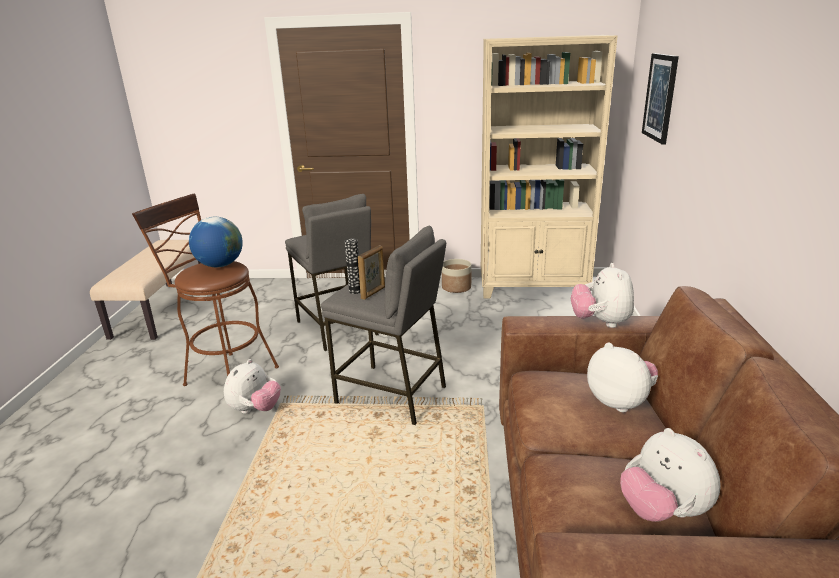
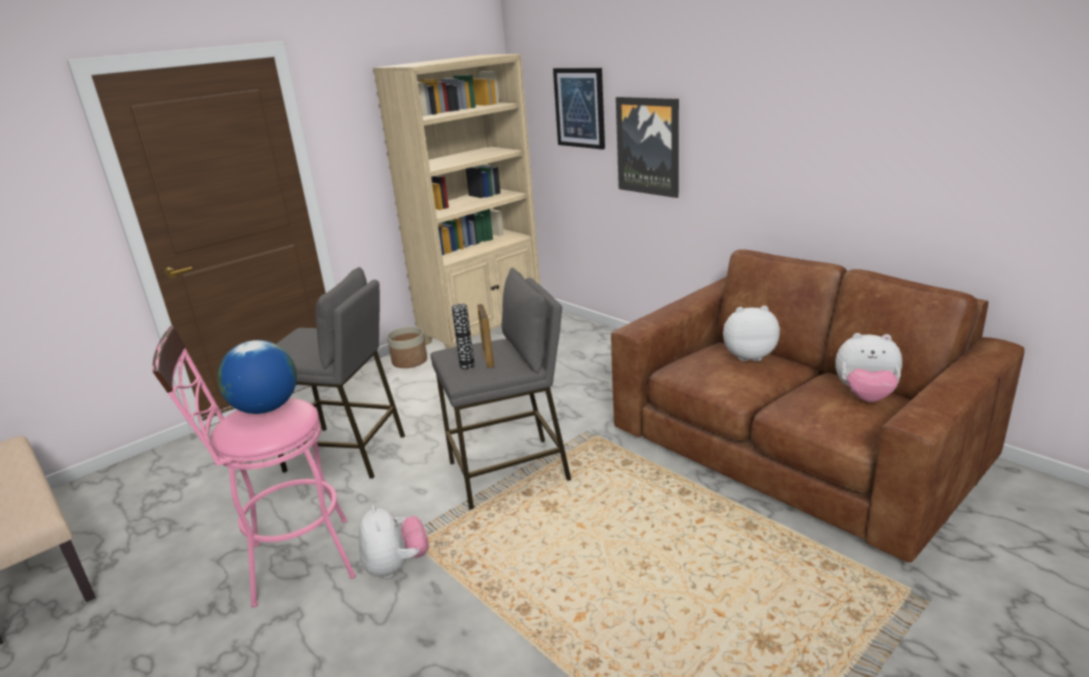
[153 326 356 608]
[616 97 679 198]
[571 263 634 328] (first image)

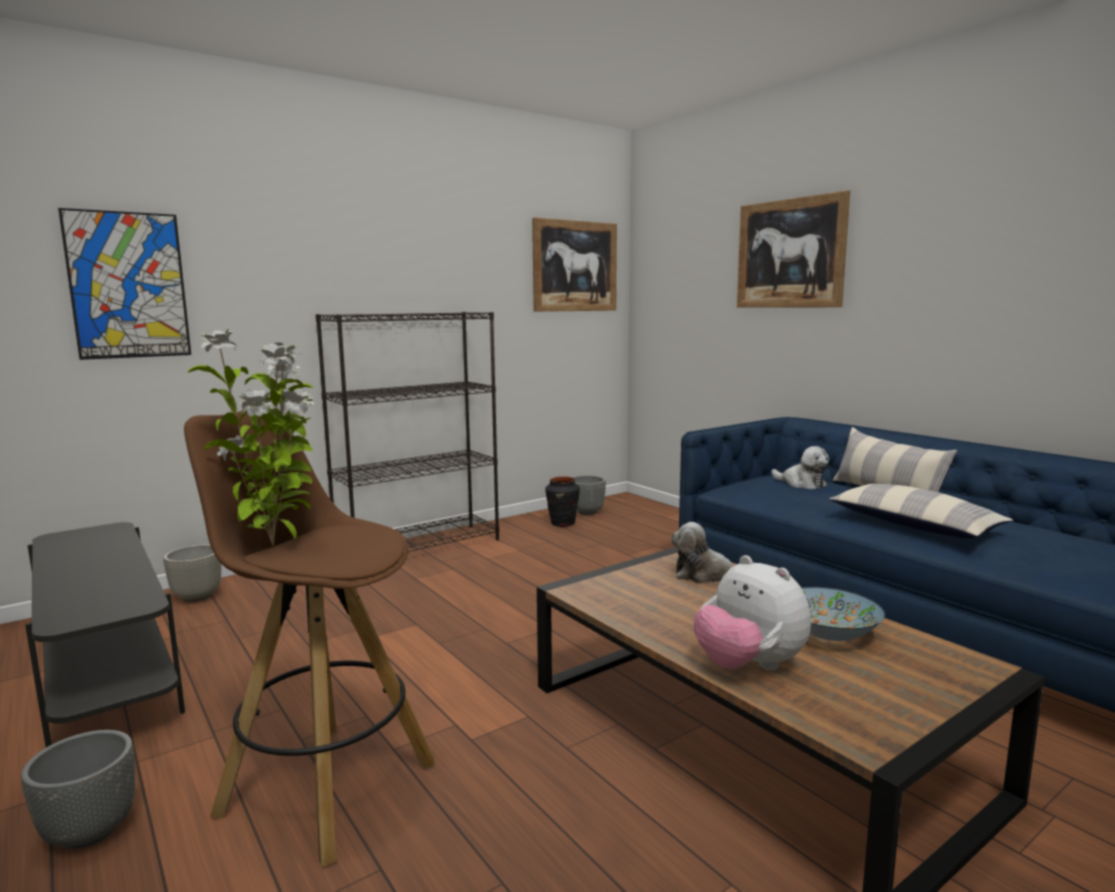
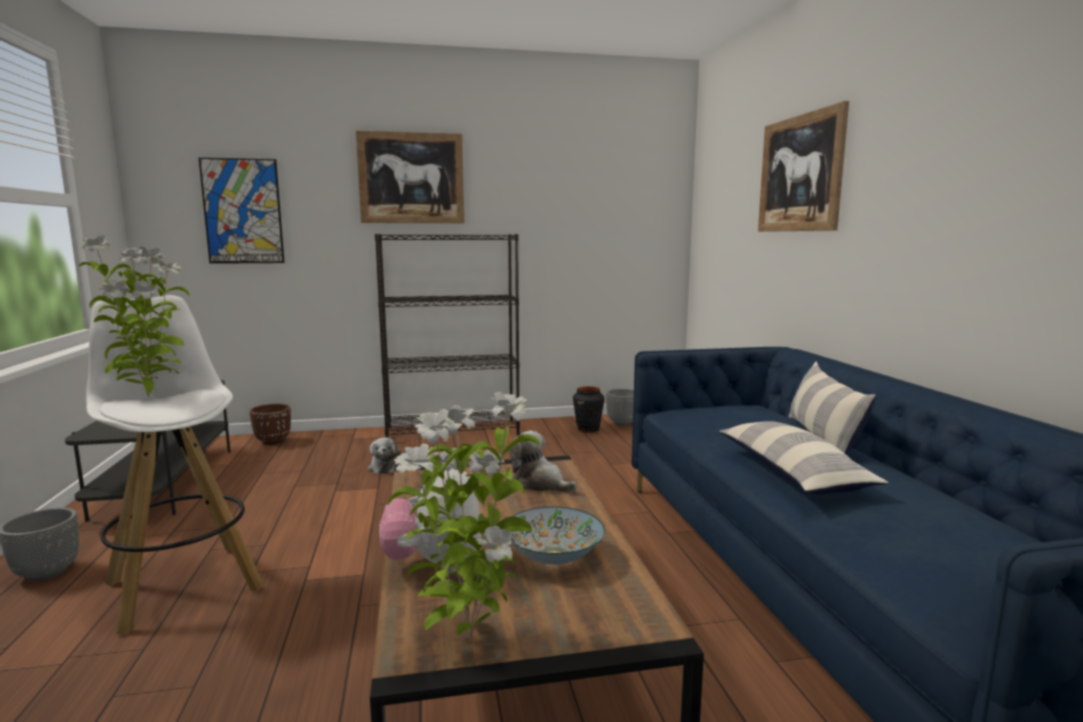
[86 295 264 635]
[250 404 291 445]
[356 130 464 223]
[368 437 402 474]
[388 392 541 641]

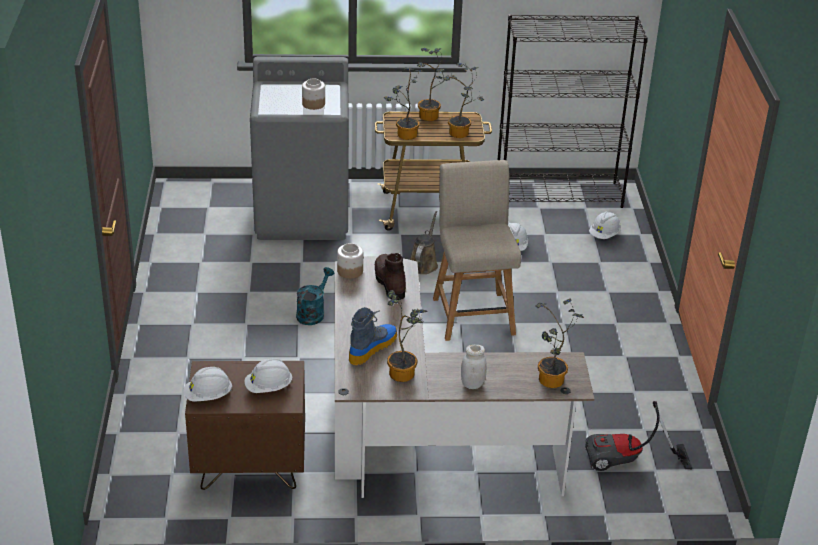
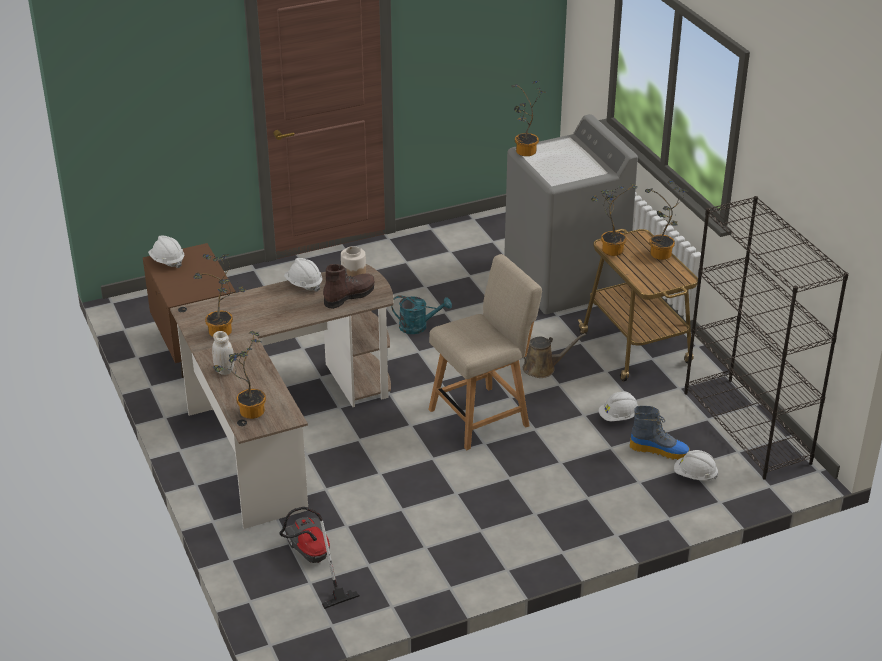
[284 258 323 292]
[511 81 546 156]
[629 406 690 460]
[302 78 325 110] (first image)

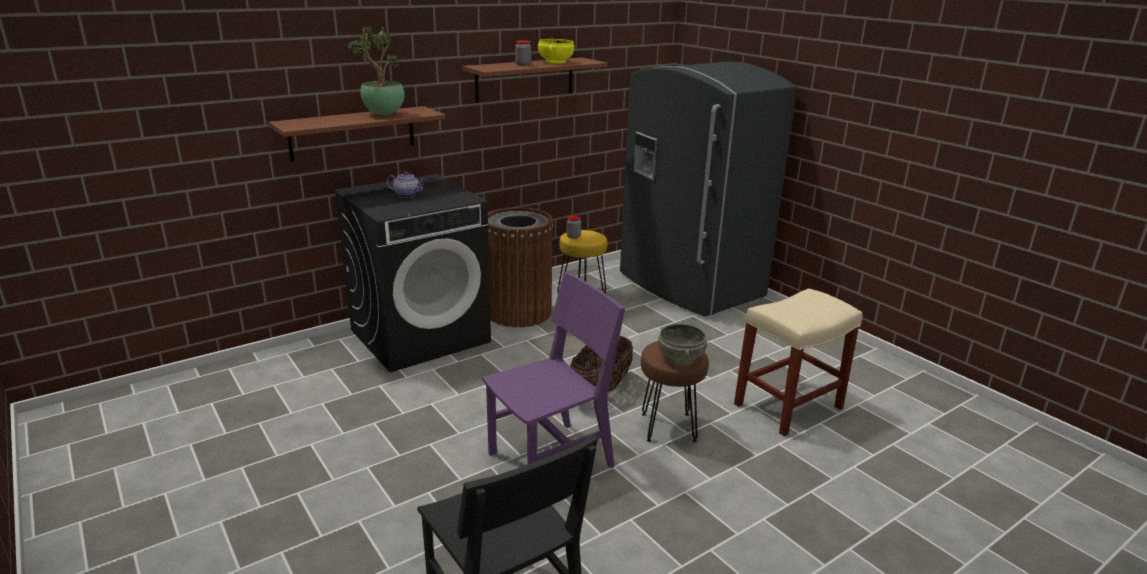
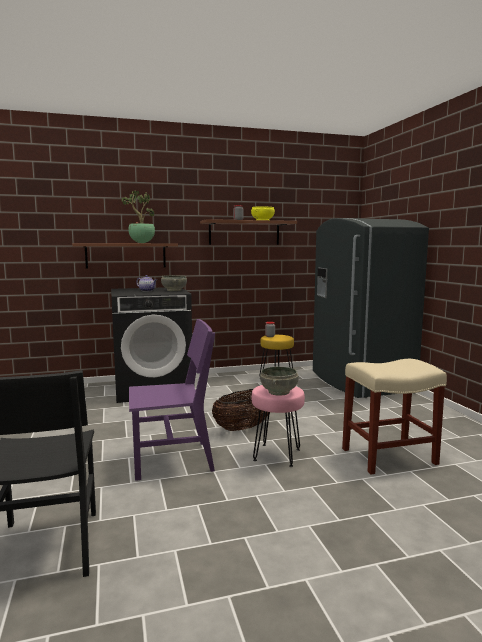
[161 275 187 291]
[252 385 305 467]
[487 207 553 327] (first image)

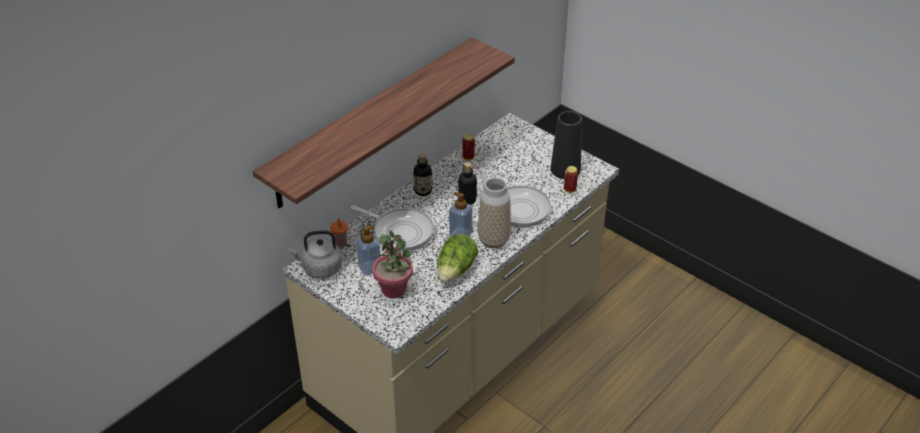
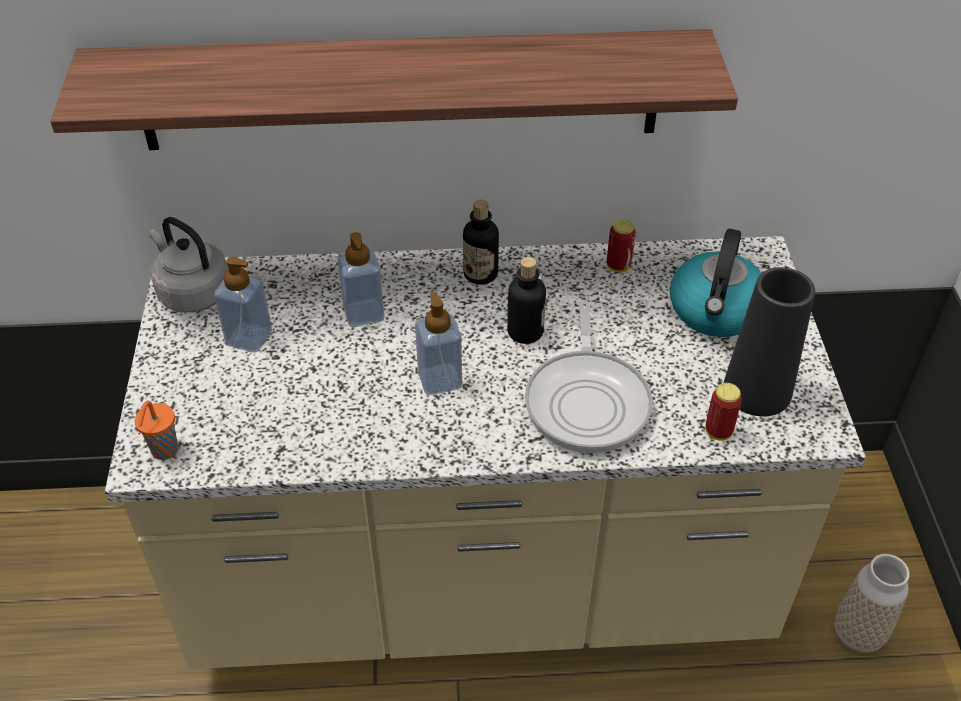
[135 401 178 460]
[337 232 385 327]
[670 229 761 337]
[835 554 910 653]
[372 230 413 299] (first image)
[437 234 478 283] (first image)

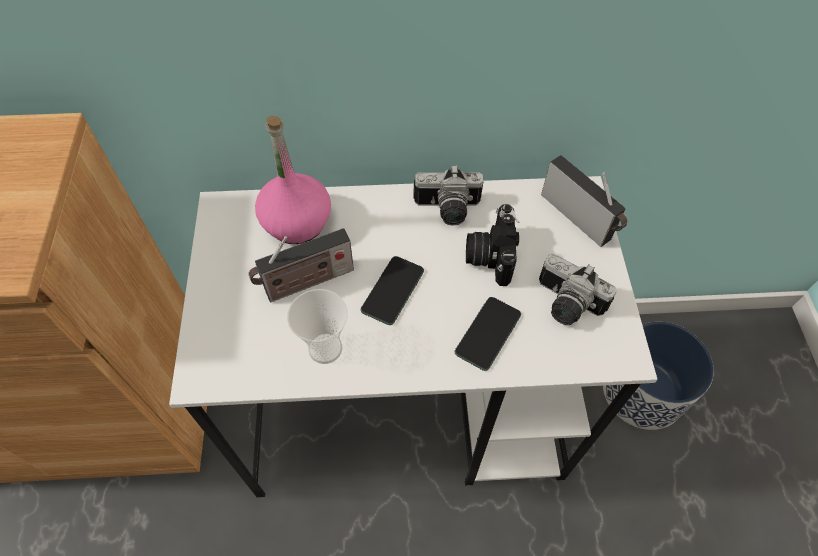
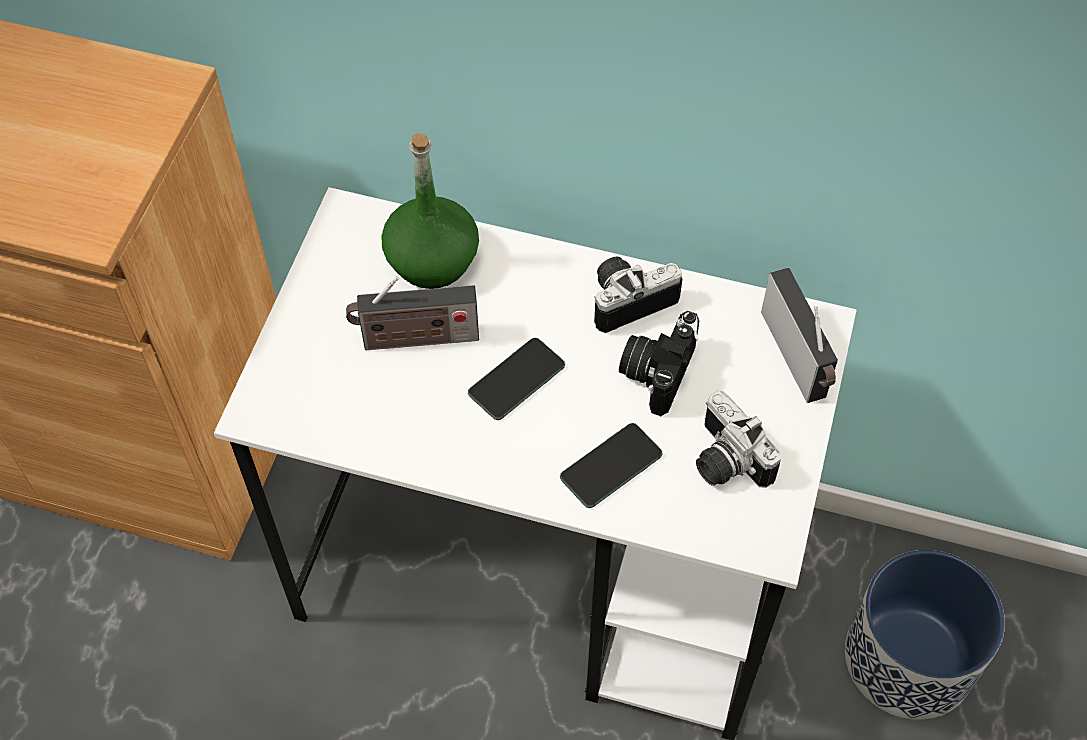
[381 133 479 289]
[594 257 683 333]
[287 289 348 364] (first image)

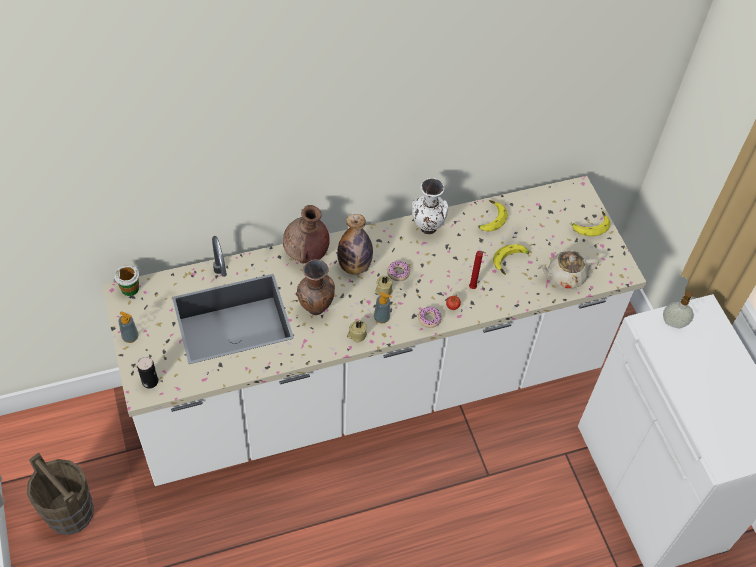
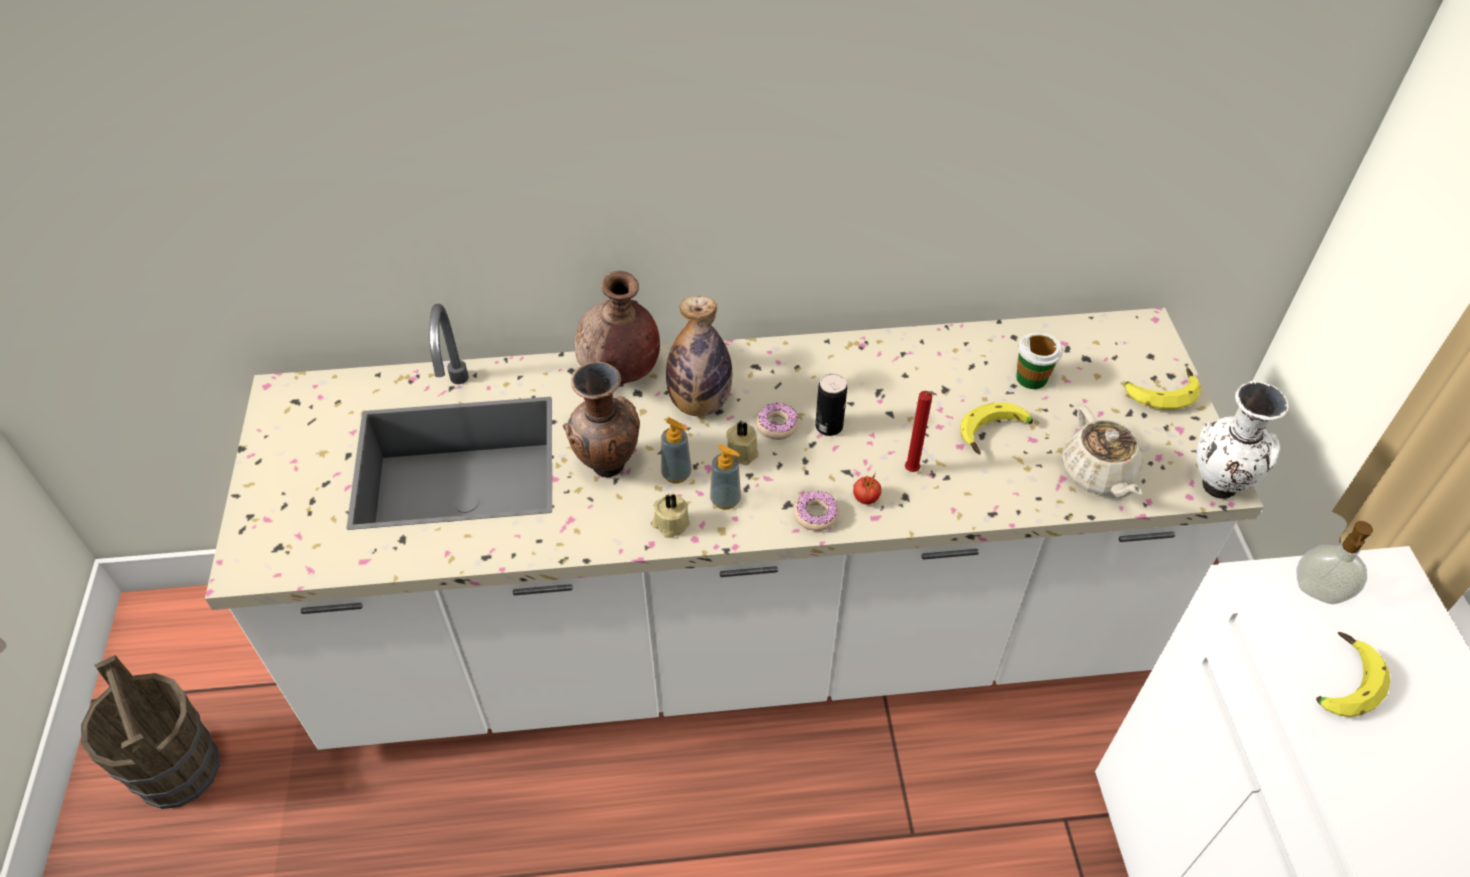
[661 418 691 483]
[815 373 847 436]
[1016 332 1063 389]
[1062 405 1143 498]
[1196 381 1288 499]
[1316 632 1391 717]

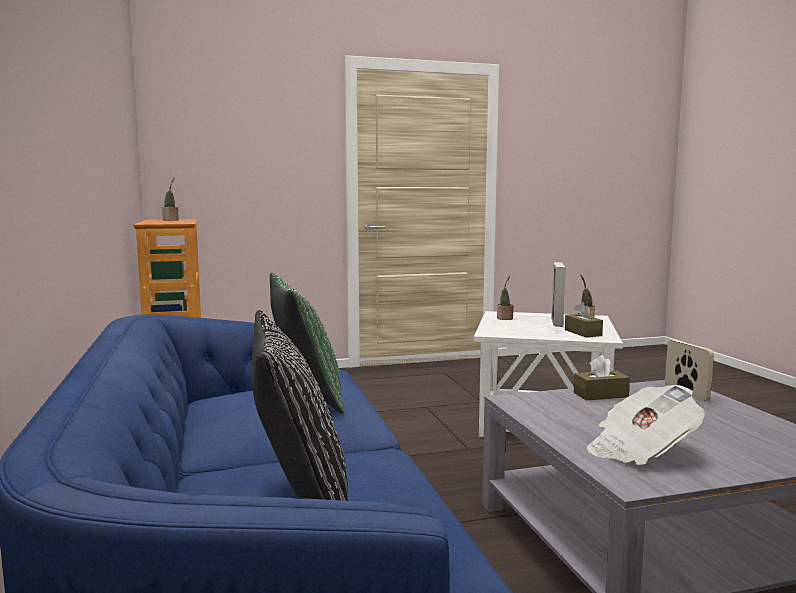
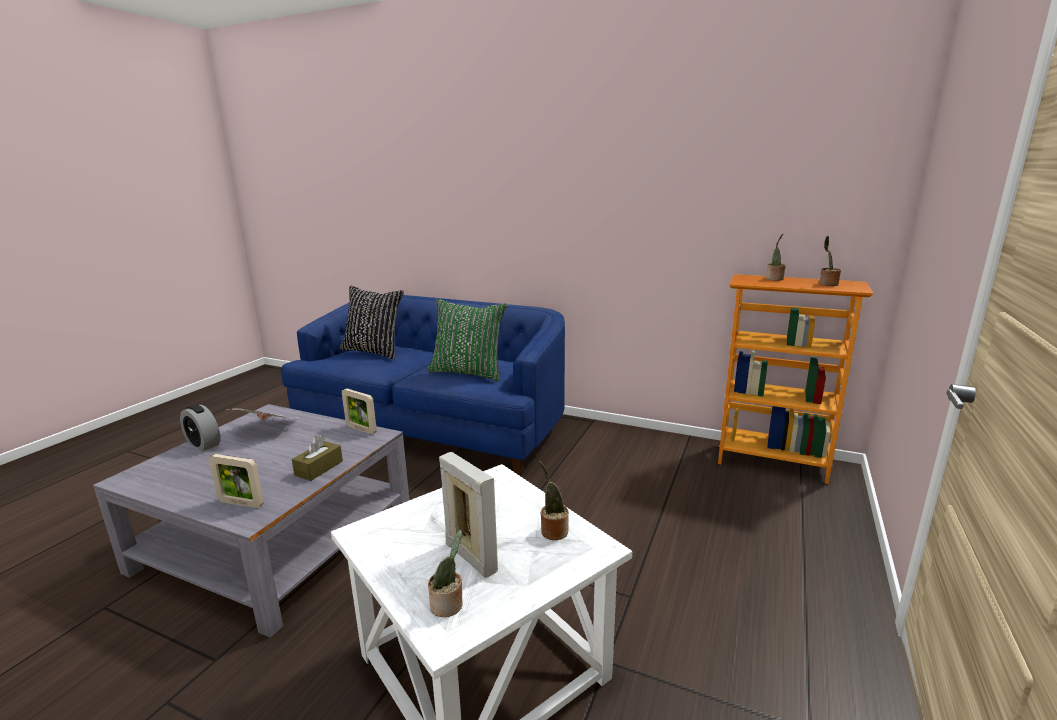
[180 404 220 451]
[342 388 377 435]
[766 234 786 281]
[565 302 603 337] (first image)

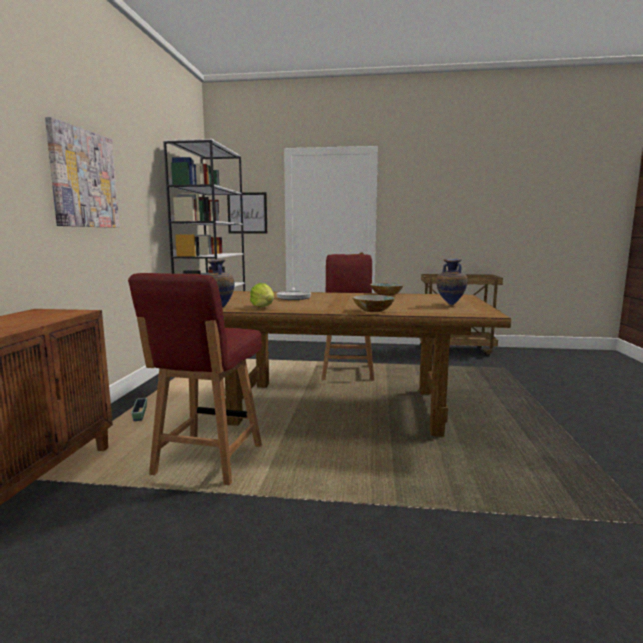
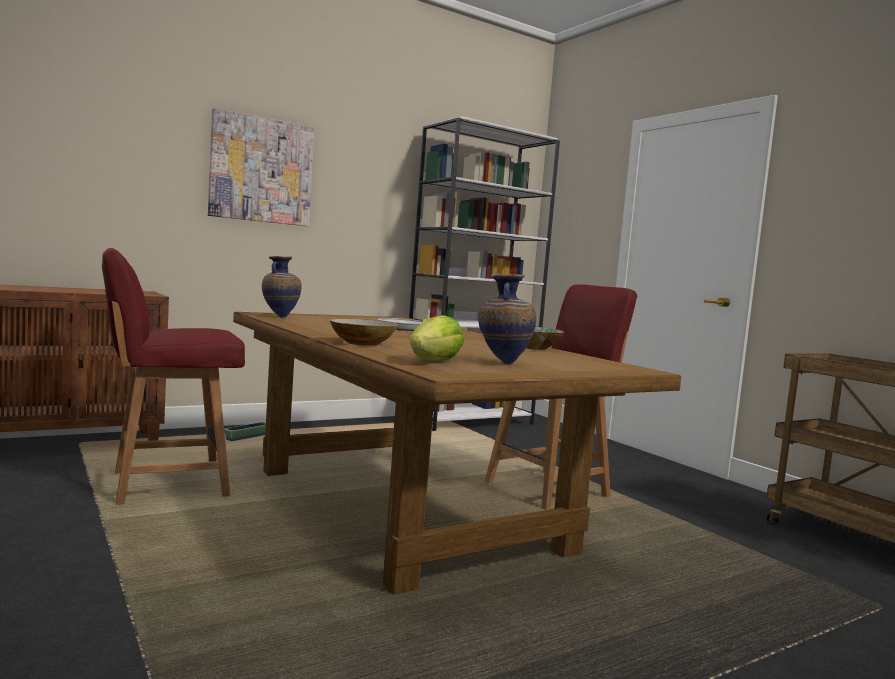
[410 315 464 361]
[227 192 267 234] (first image)

